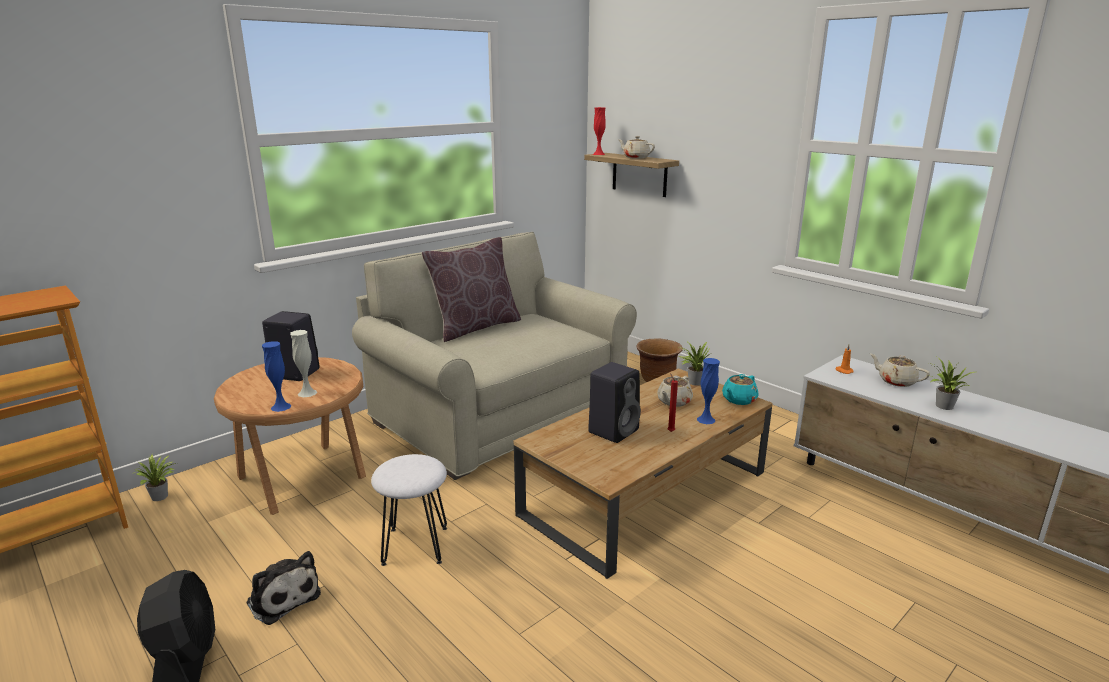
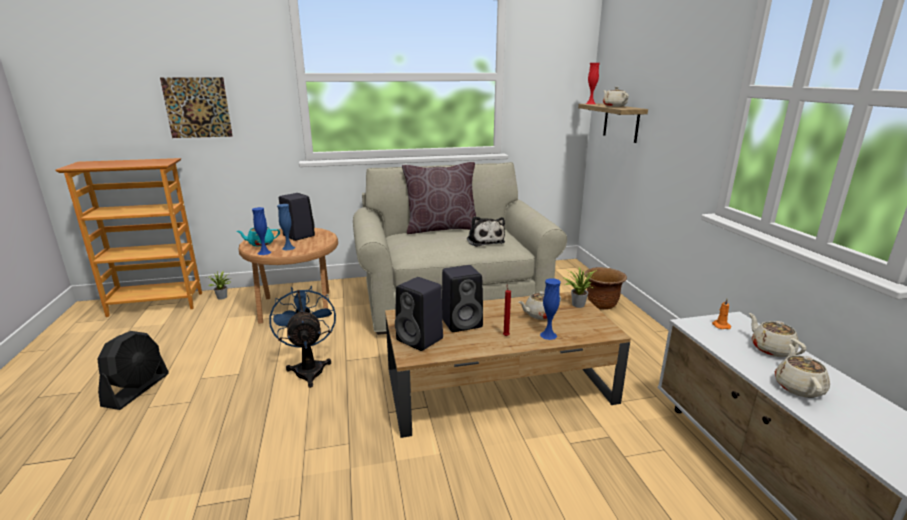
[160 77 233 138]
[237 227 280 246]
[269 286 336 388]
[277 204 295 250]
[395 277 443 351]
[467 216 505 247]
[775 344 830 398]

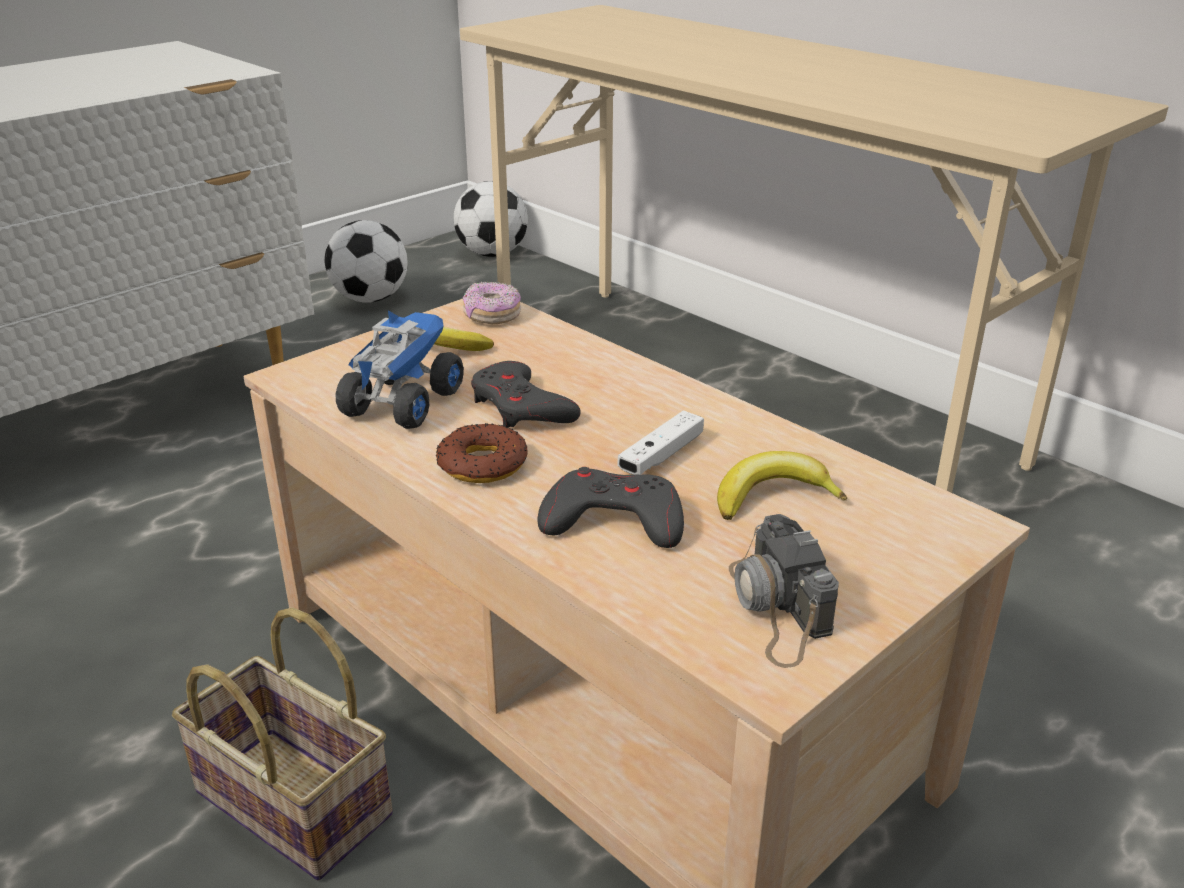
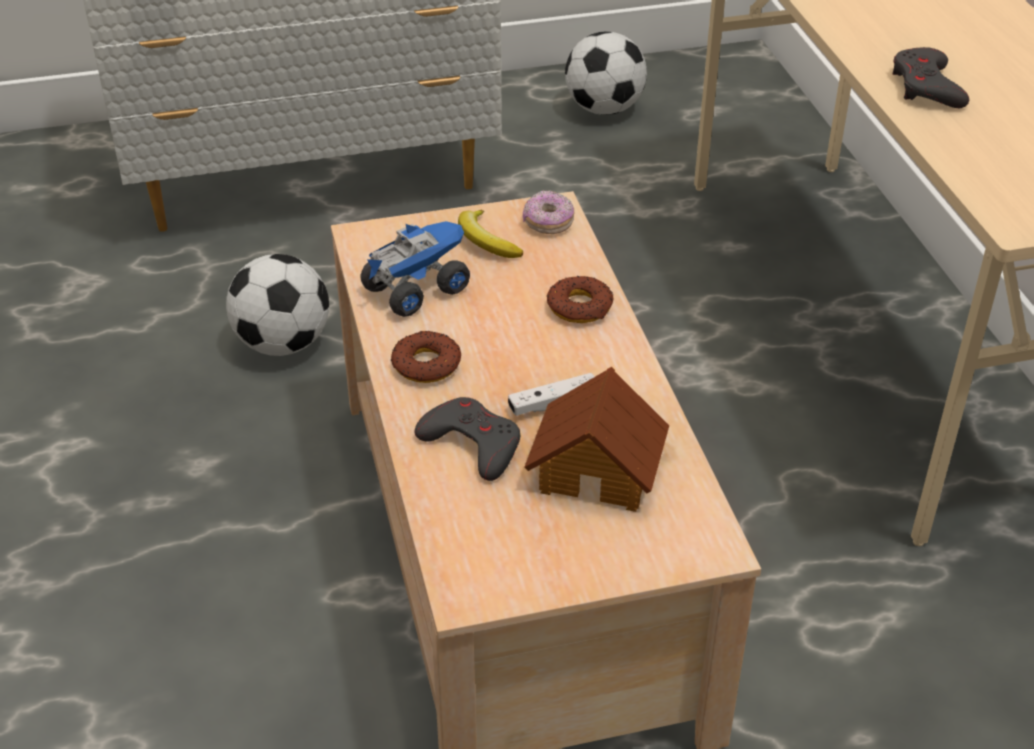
[226 254 329 356]
[524 367 669 512]
[547 276 613 323]
[892 47 969 108]
[172 608 393 880] (first image)
[729 514 839 668] (first image)

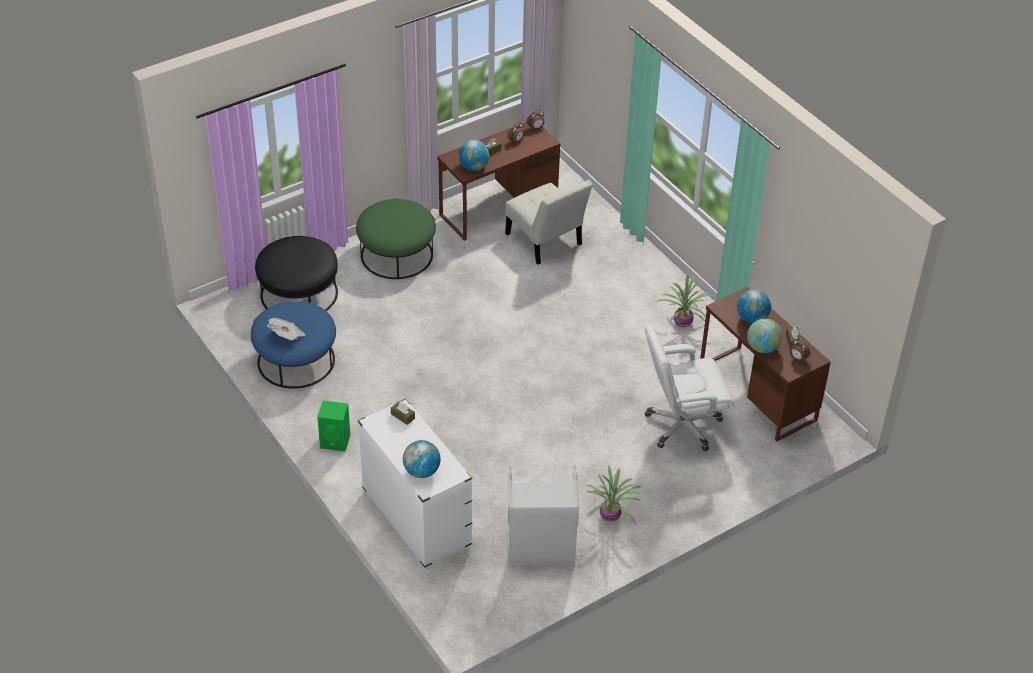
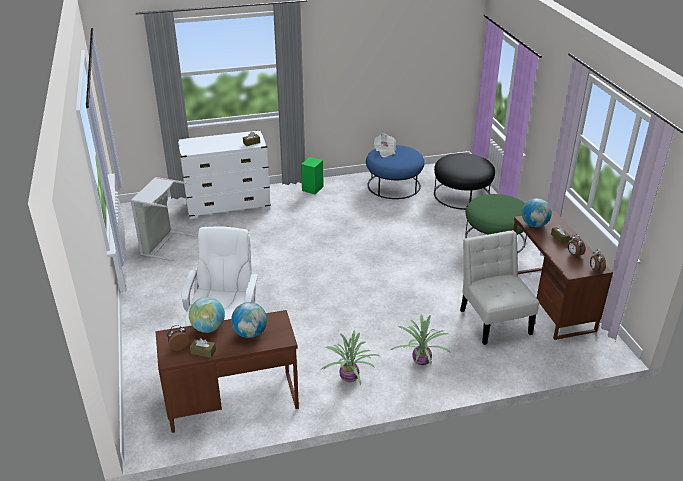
[391 314 451 365]
[460 230 539 345]
[403 440 441 478] (first image)

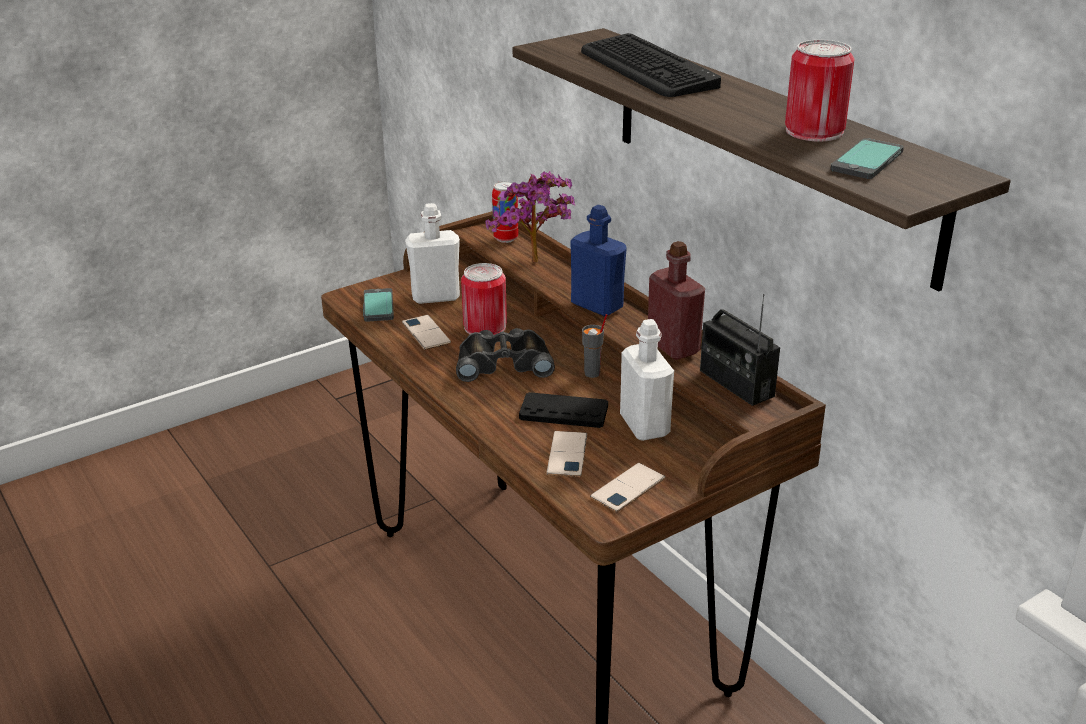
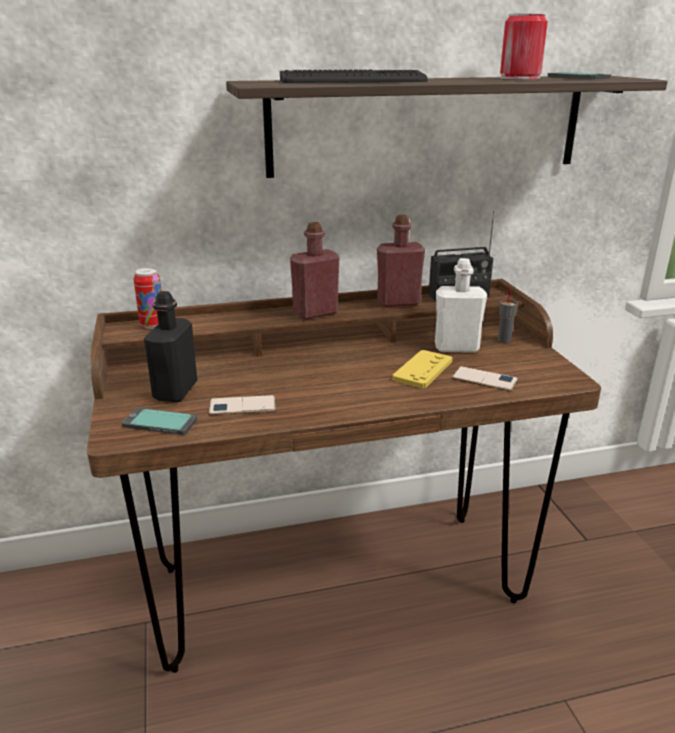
[144 291 197 402]
[290 222 340 320]
[392 350 453 389]
[498 286 518 343]
[456 328 555 382] (first image)
[461 263 507 335] (first image)
[485 171 575 263] (first image)
[590 463 665 512] (first image)

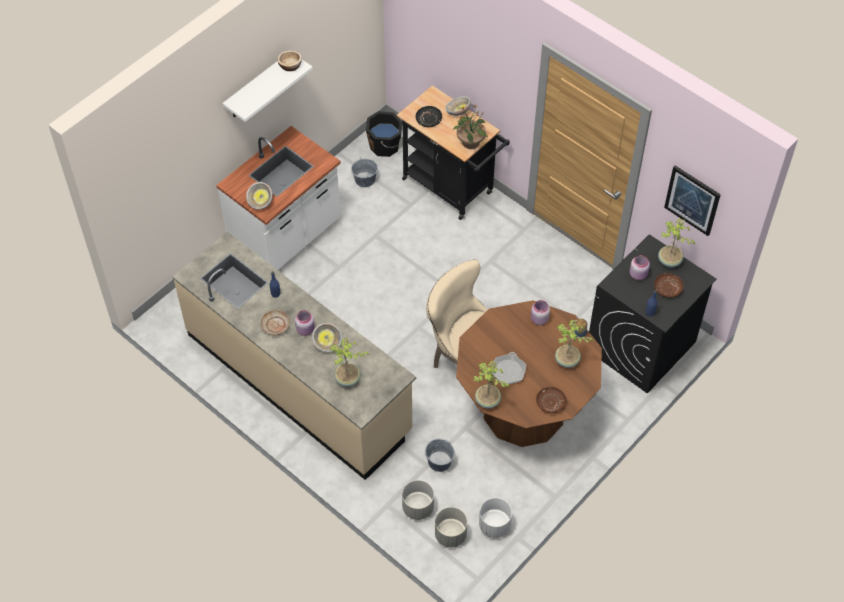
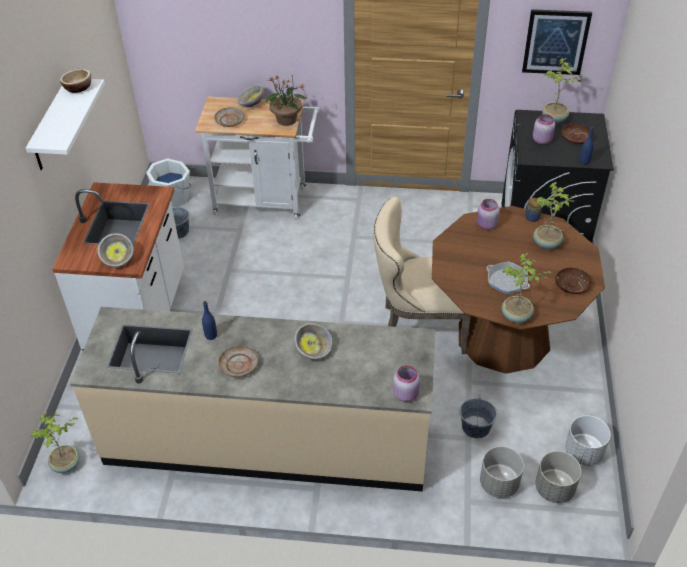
[31 412 80 473]
[146 158 191 207]
[195 97 319 220]
[214 107 244 127]
[393 365 420 402]
[486 261 530 294]

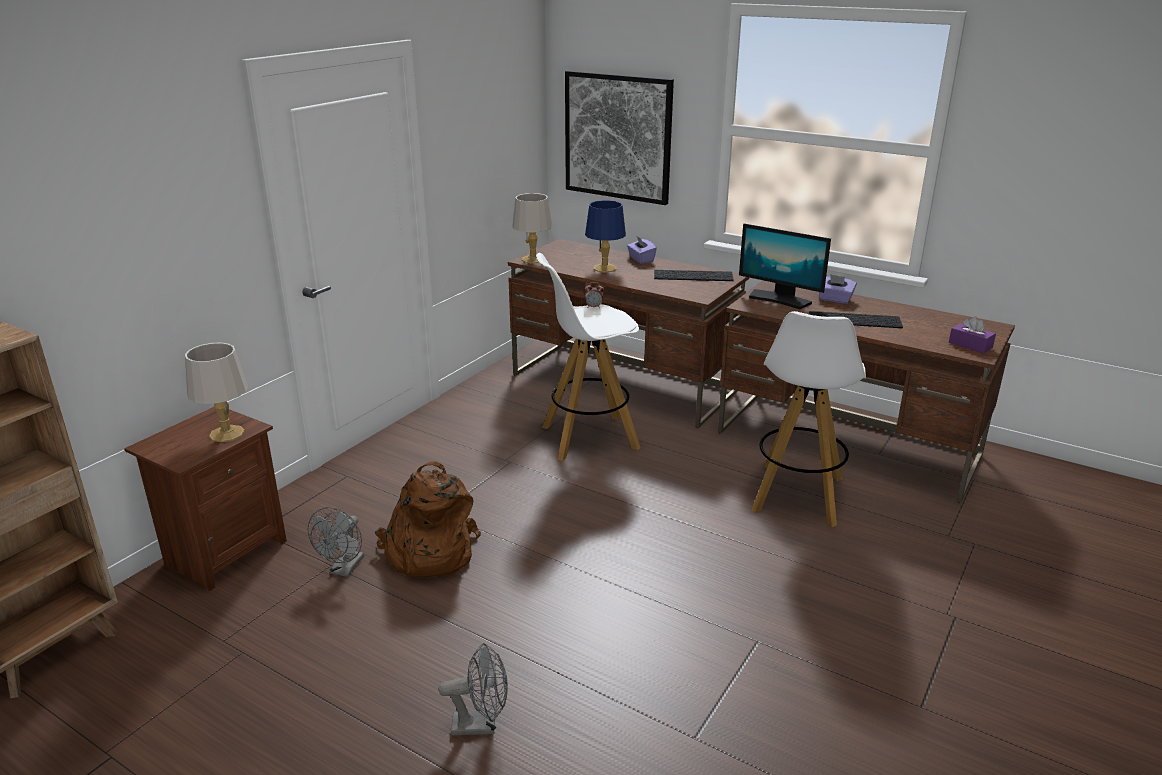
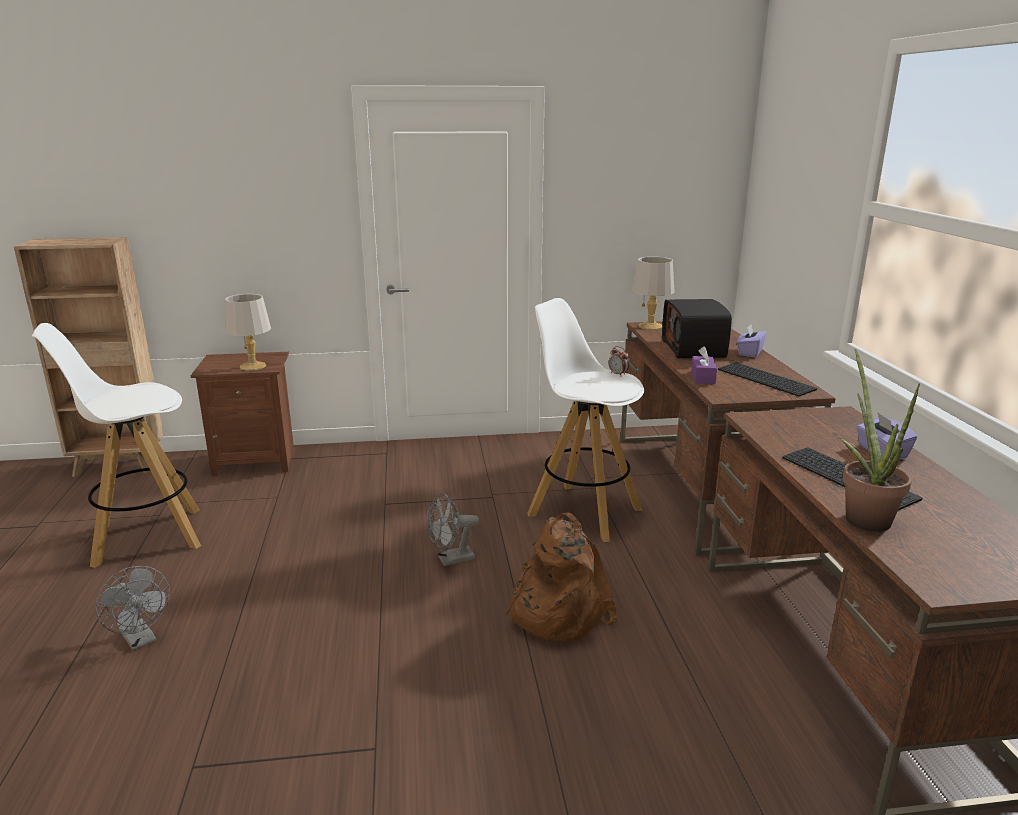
[32 323 201 568]
[427 493 479 566]
[505 513 617 642]
[662 299 732 358]
[691 346 717 384]
[841 349 920 532]
[565 71 674 205] (first image)
[739 224 831 309] (first image)

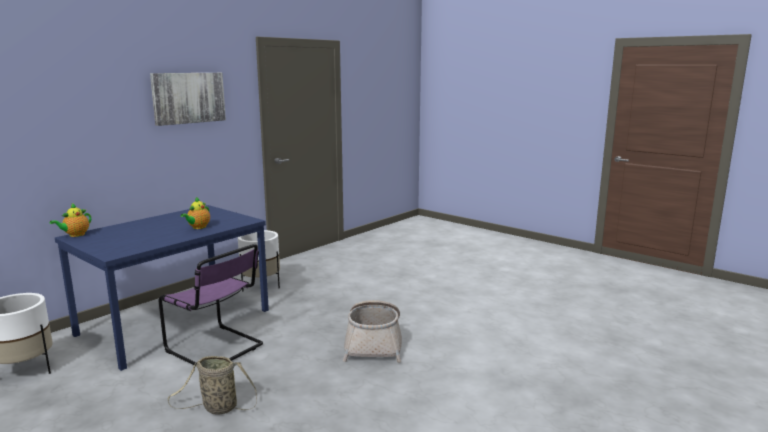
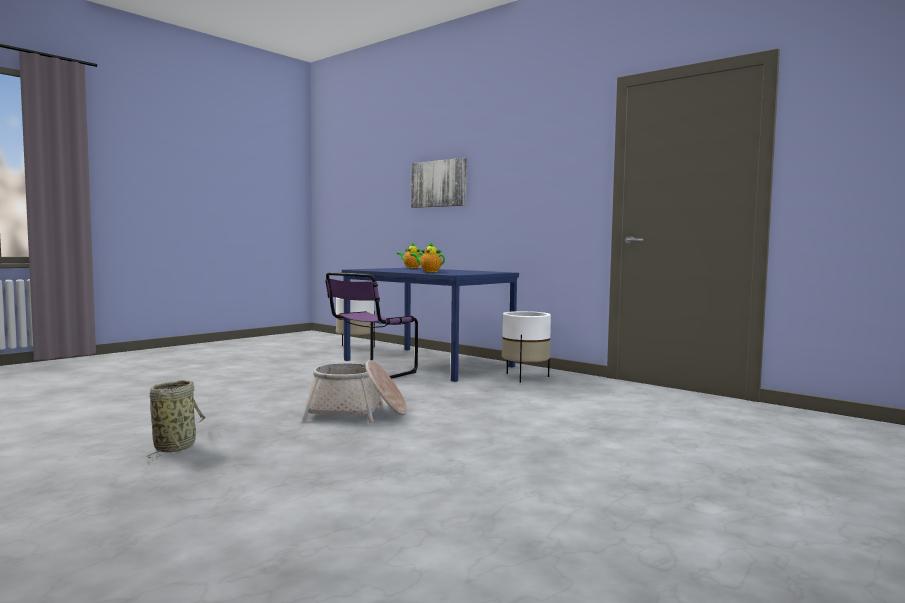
[147 380 205 458]
[411 158 467 208]

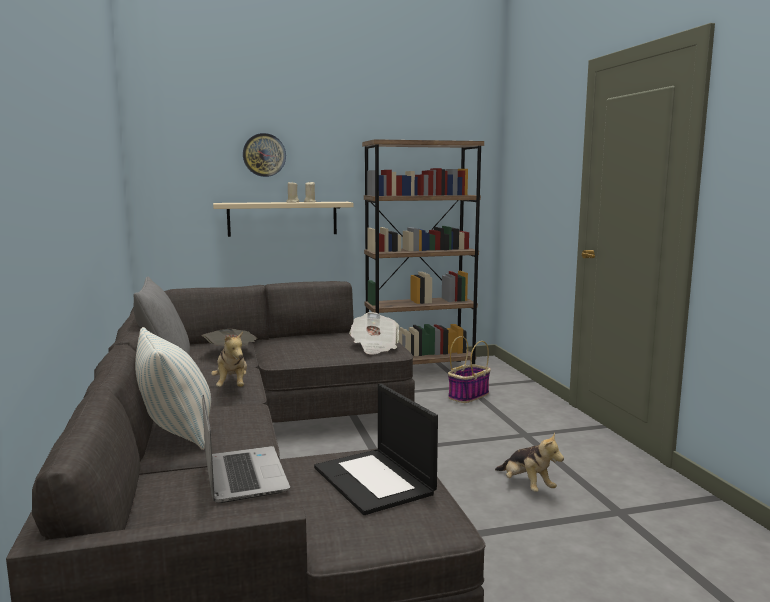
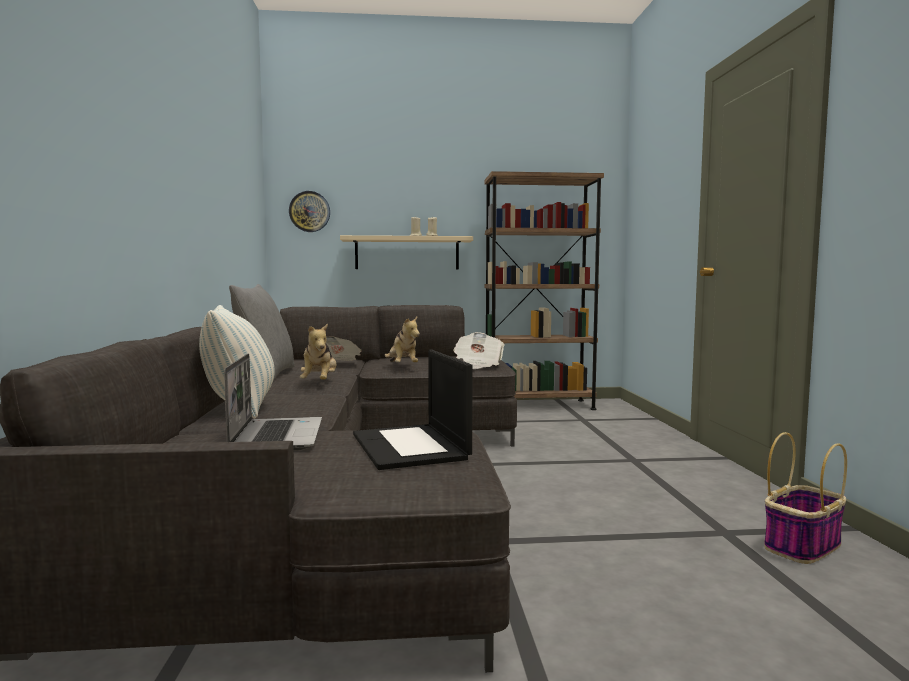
[289 191 330 232]
[385 317 420 362]
[764 432 847 564]

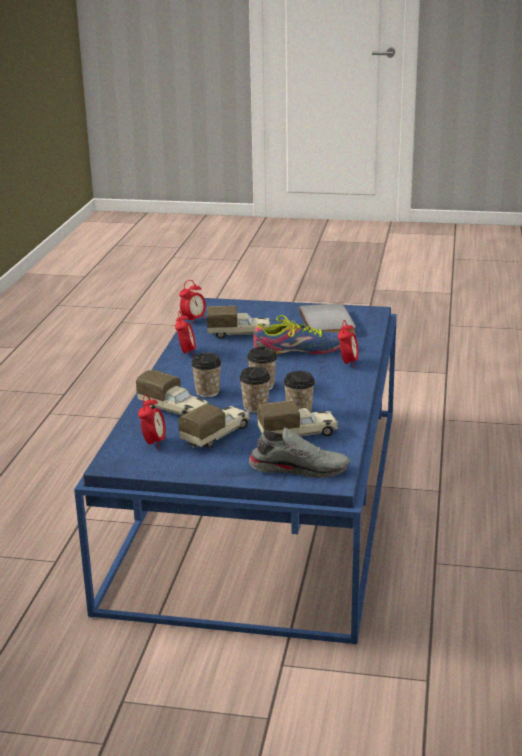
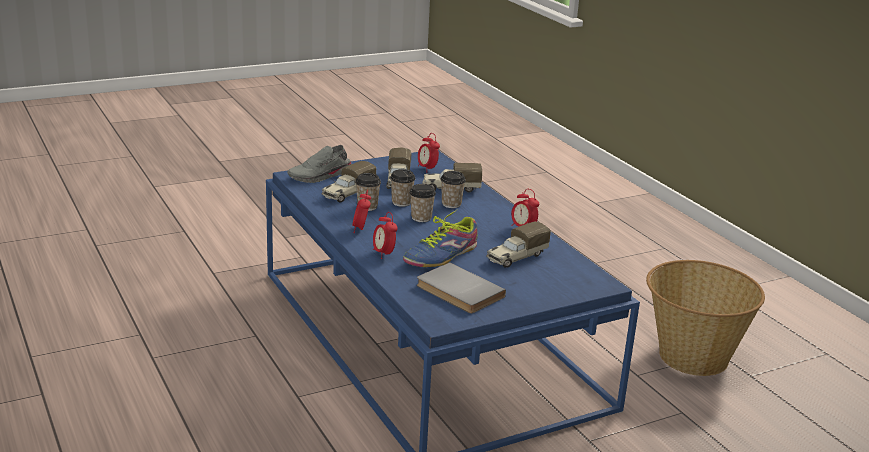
[352 190 371 233]
[646 260 765 376]

